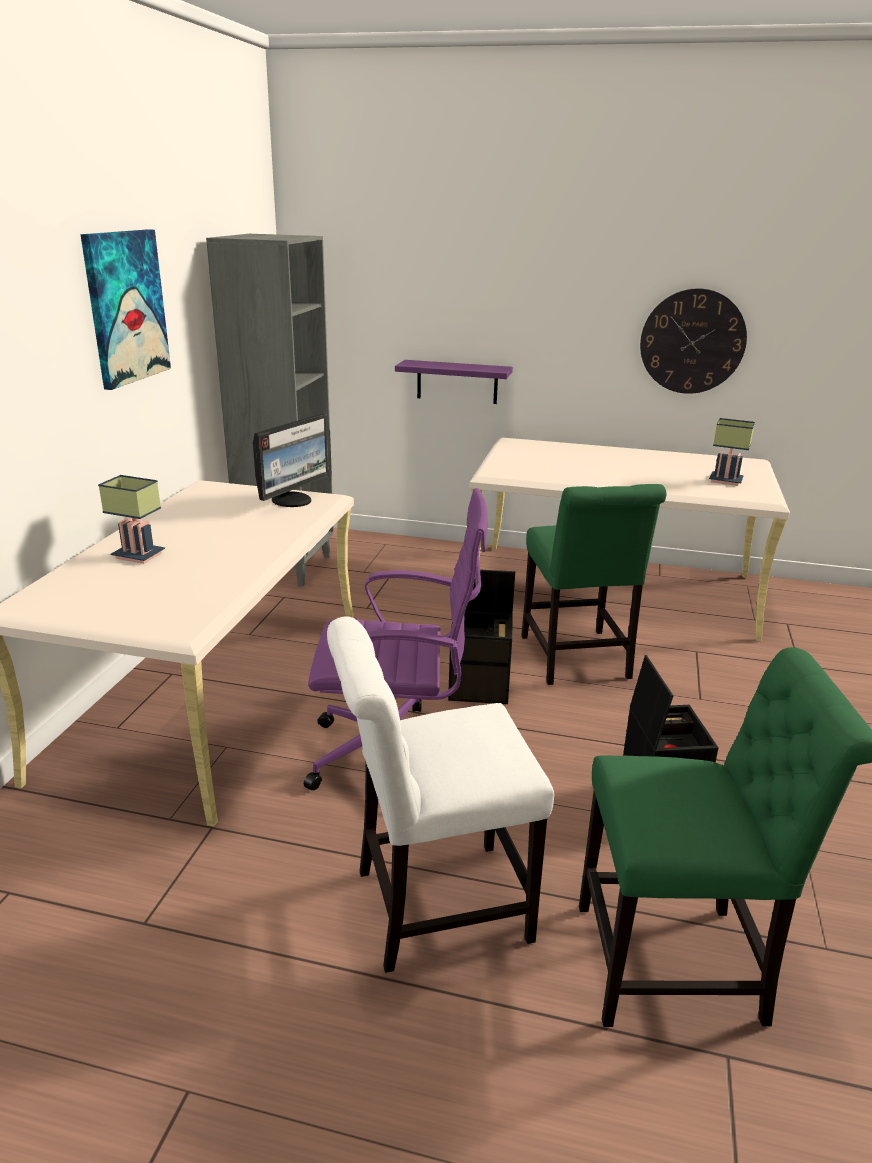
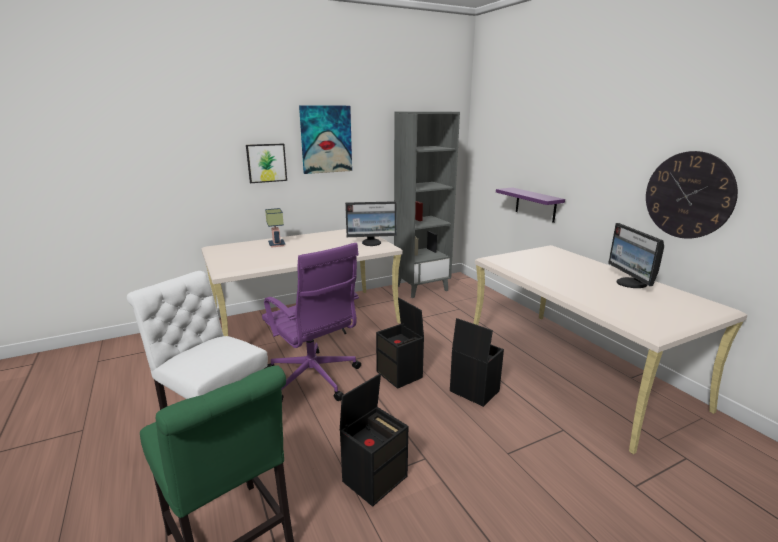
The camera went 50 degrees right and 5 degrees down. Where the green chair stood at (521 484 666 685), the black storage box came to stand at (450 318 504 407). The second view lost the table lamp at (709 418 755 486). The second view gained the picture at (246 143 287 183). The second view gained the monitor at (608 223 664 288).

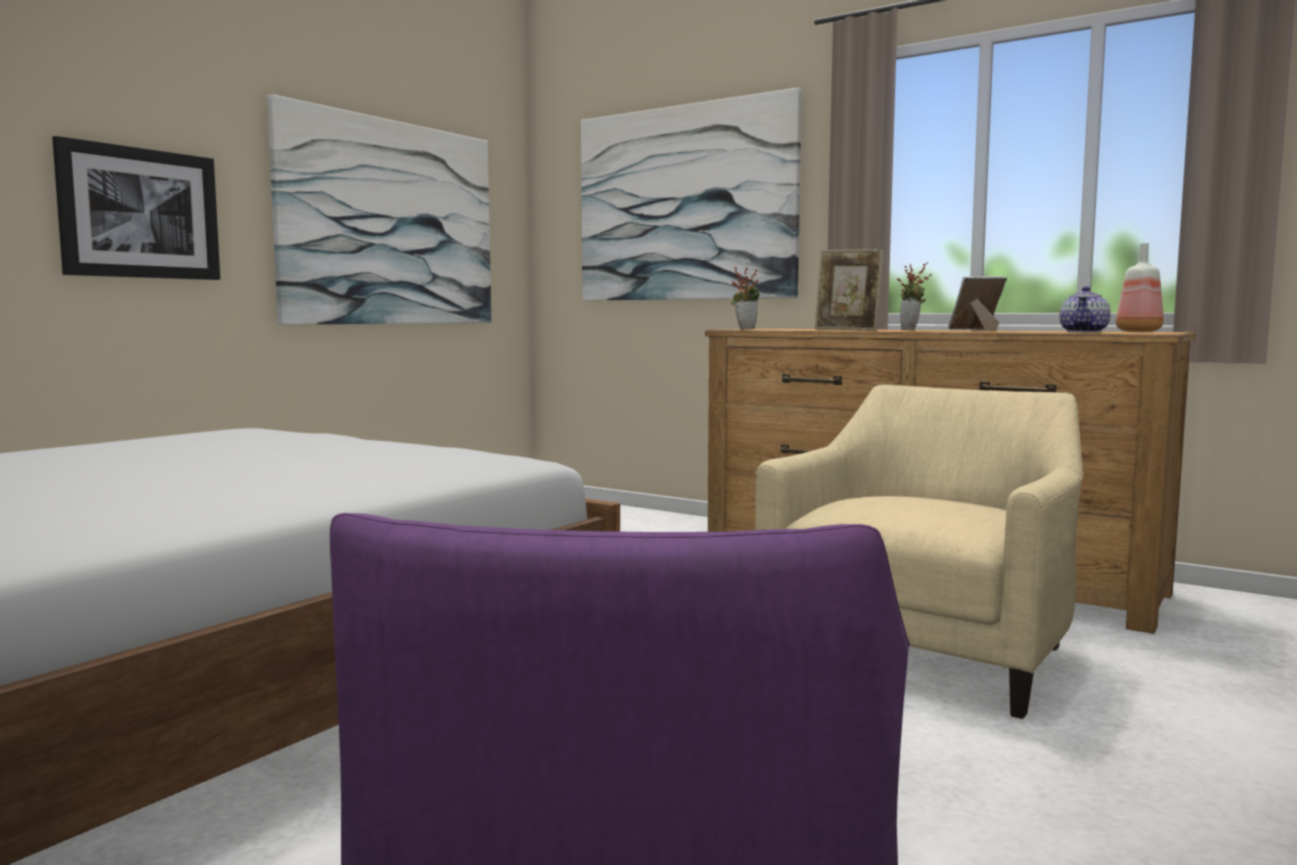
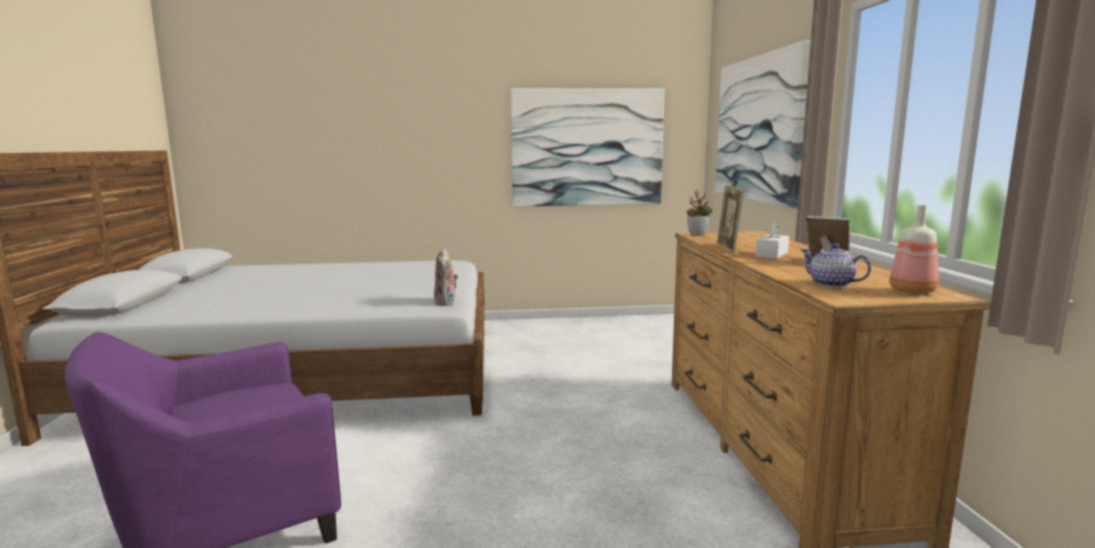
The camera went 50 degrees right and 5 degrees up. The second view lost the picture at (52 136 220 280). The second view lost the beige armchair at (755 384 1083 719). Where the potted plant stood at (897 263 932 330), the white tissue box came to stand at (755 221 789 259). The teapot at (1060 286 1111 332) ended up facing another way, 60 degrees clockwise from before. The second view gained the plush toy at (434 248 458 306).

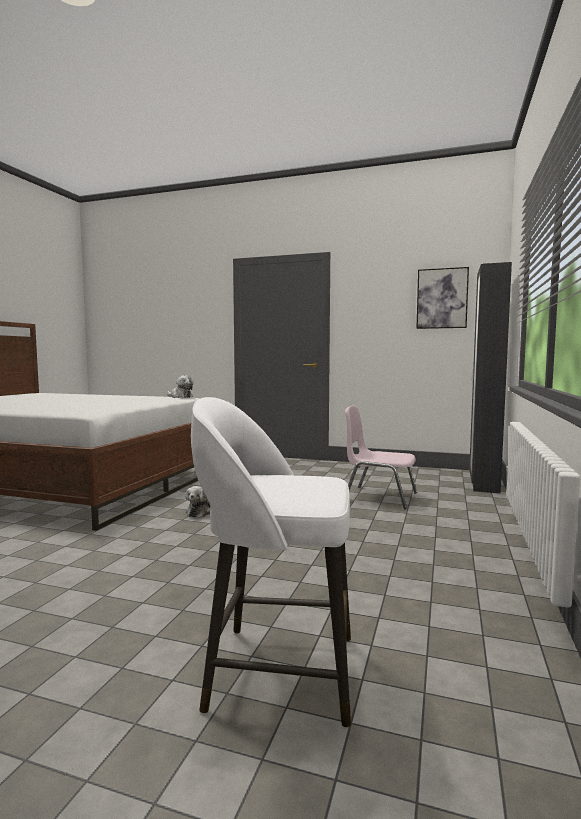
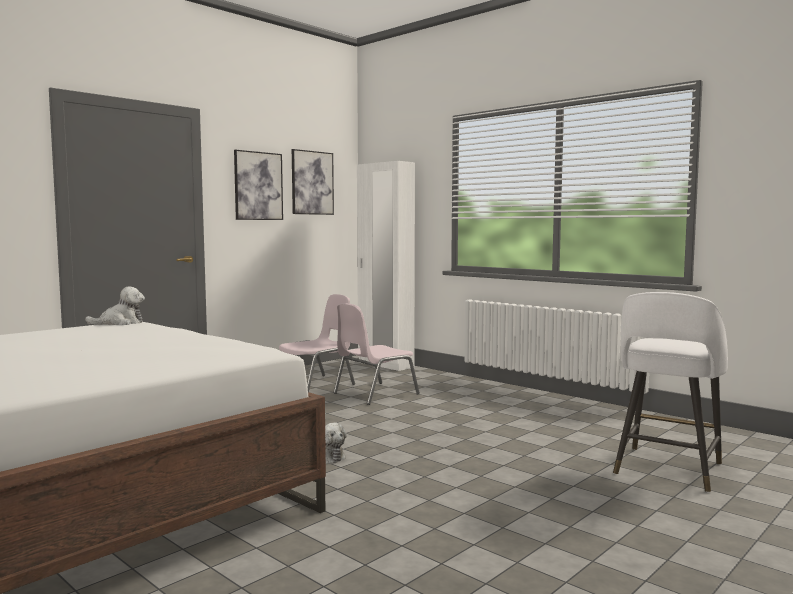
The camera went 65 degrees left and 0 degrees up. What was the black wardrobe at (469 262 512 493) turned into the white wardrobe at (357 161 415 371). The second view gained the picture at (234 150 283 220). The second view gained the pink chair at (279 294 355 392).

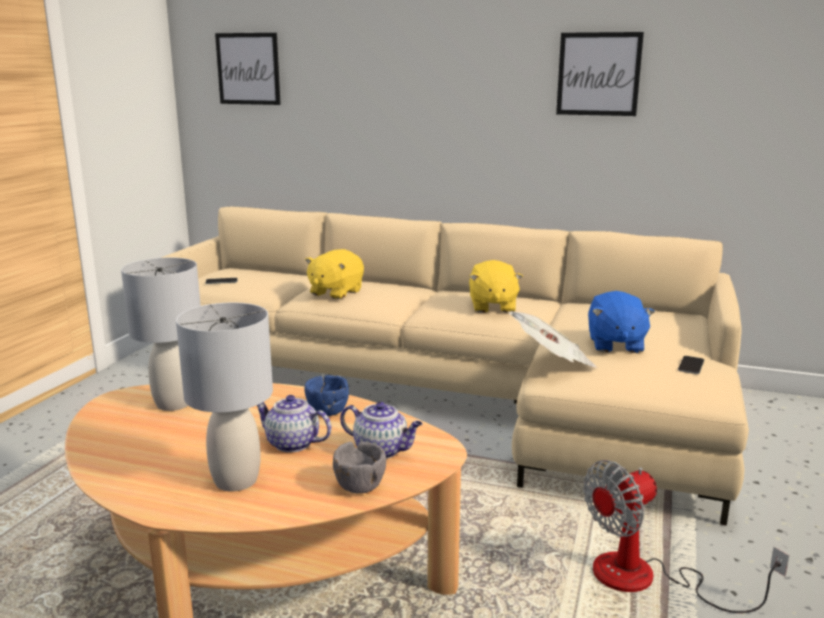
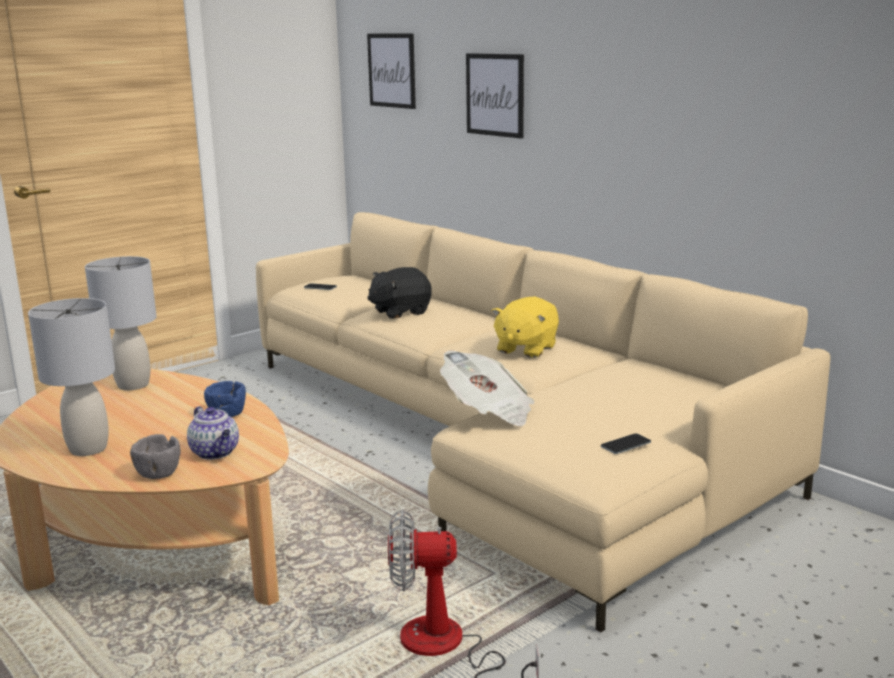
The camera went 30 degrees right and 0 degrees up. The second view lost the teapot at (257 395 331 453). What was the yellow plush toy at (305 249 364 299) turned into the black plush toy at (367 267 432 319). The picture ended up elsewhere, having gone from (556 32 644 116) to (466 53 524 139). The second view lost the blue plush toy at (588 291 655 353).

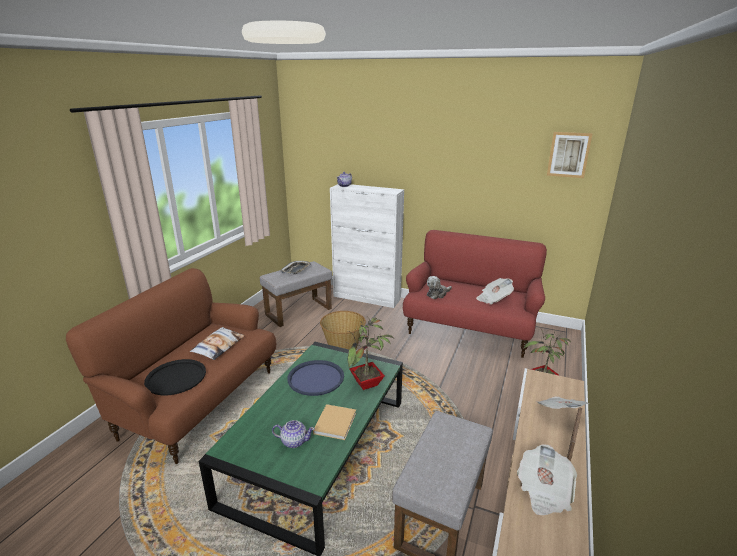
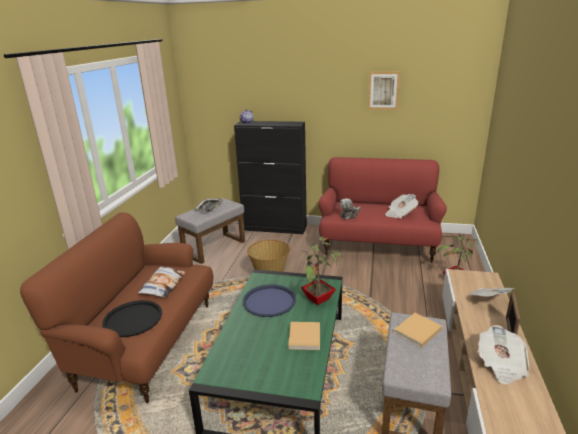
The camera went 10 degrees left and 0 degrees up. The second view lost the teapot at (272 420 315 448). What was the white cabinet at (330 184 404 308) turned into the black cabinet at (234 121 307 234). The picture ended up elsewhere, having gone from (547 132 592 178) to (368 72 400 110). The second view gained the beige book at (394 313 442 348).

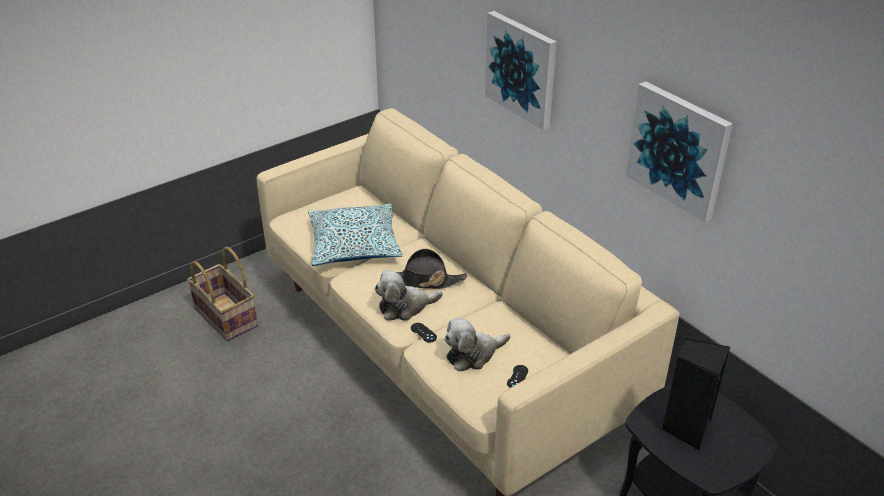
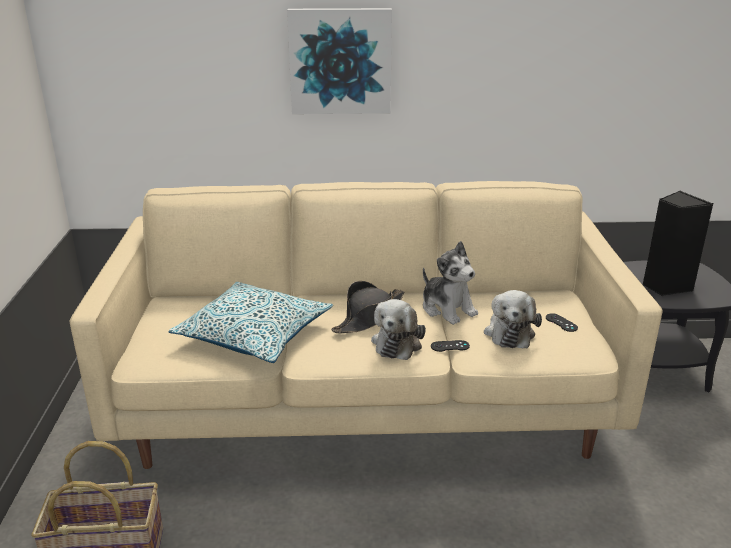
The camera went 55 degrees left and 10 degrees down. The second view lost the picture at (626 81 733 222). The second view gained the plush toy at (423 241 478 325).

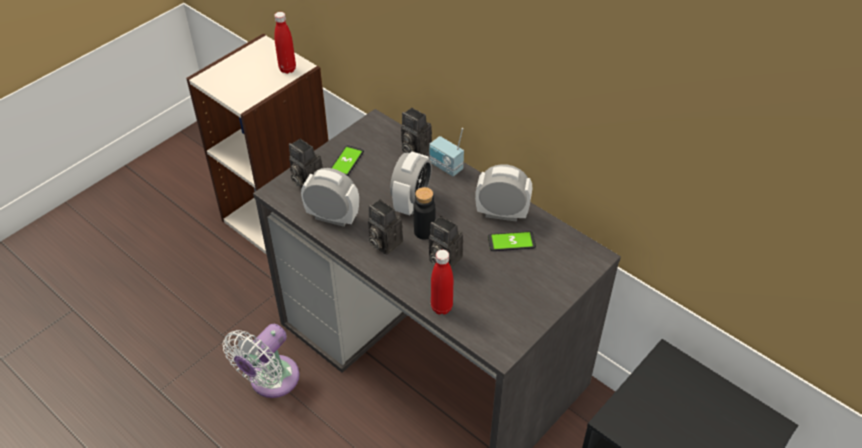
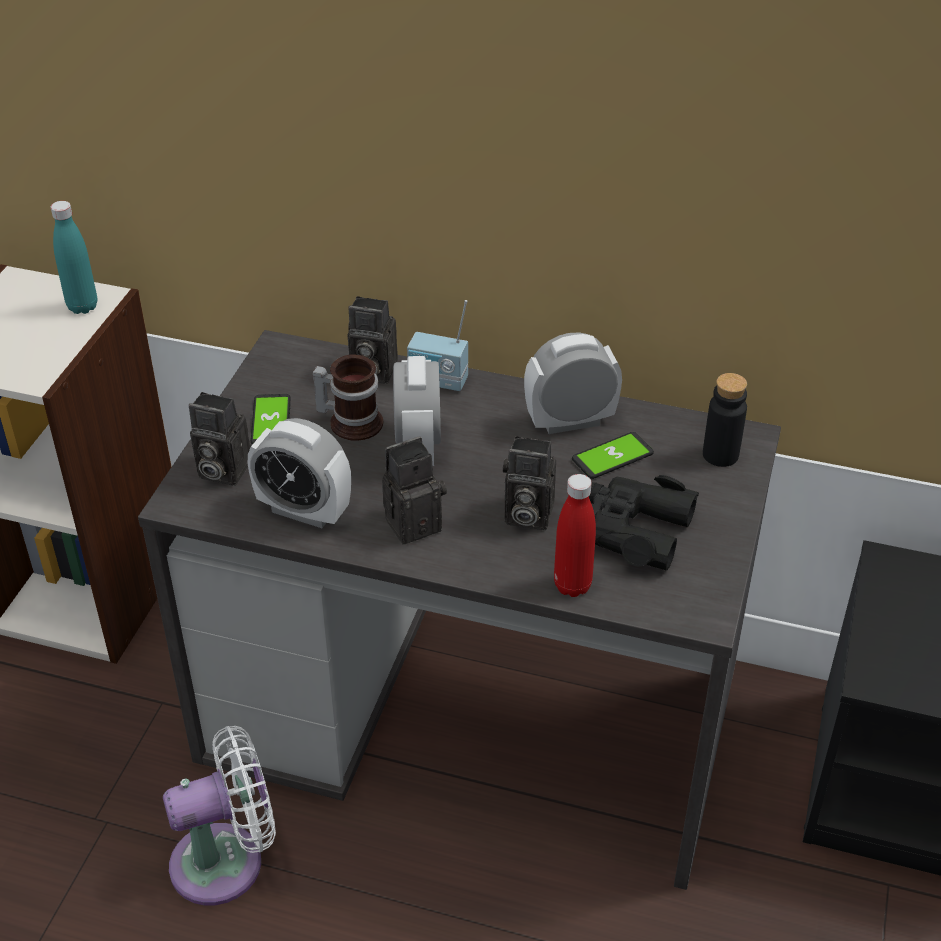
The camera went 25 degrees left and 5 degrees down. The white fan at (223 324 300 398) ended up facing another way, 120 degrees counterclockwise from before. What was the red bottle at (274 12 296 74) turned into the turquoise bottle at (51 201 97 314). The alarm clock at (301 168 359 227) ended up facing another way, 150 degrees counterclockwise from before. The photo camera at (368 199 403 255) ended up facing another way, 135 degrees clockwise from before. The black bottle ended up elsewhere, having gone from (413 187 435 240) to (703 373 747 467). The second view gained the mug at (313 354 383 441). The second view gained the black binoculars at (589 475 699 571).

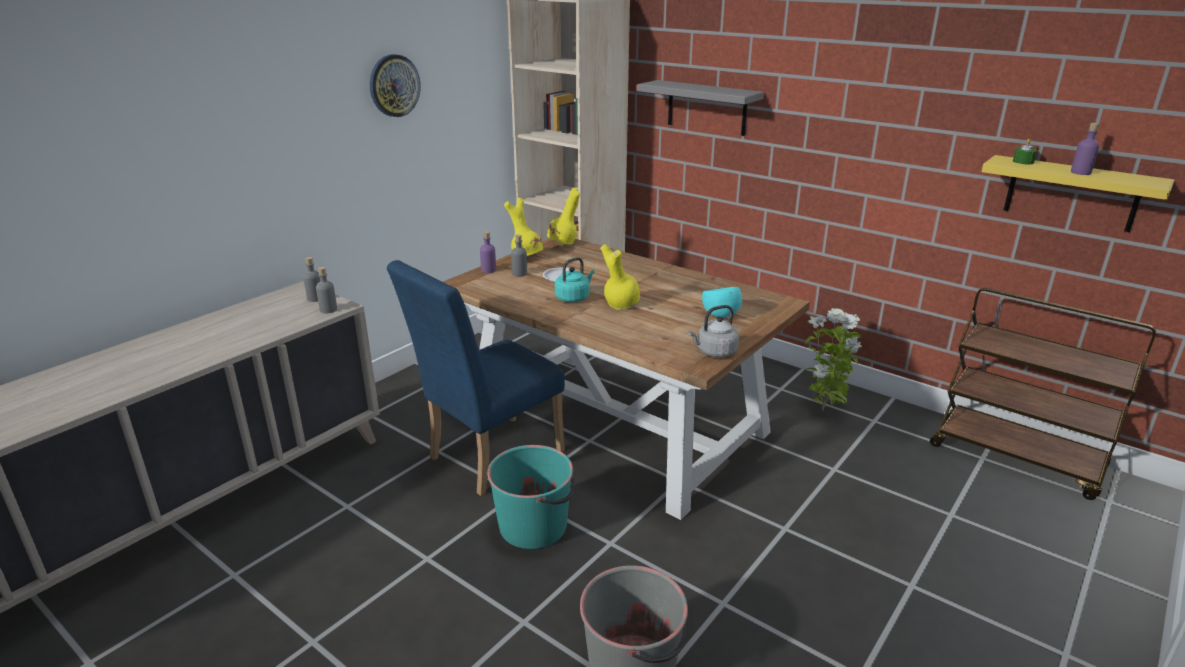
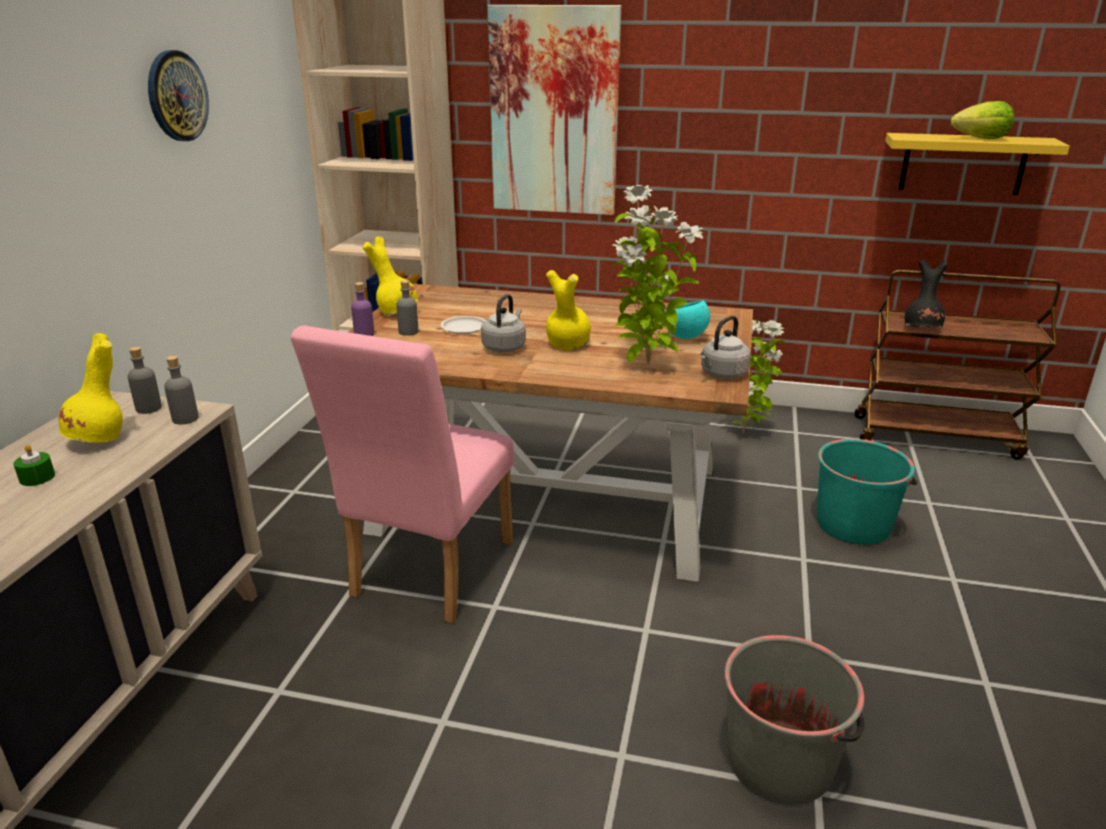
The camera went 25 degrees left and 0 degrees up. What was the blue chair at (387 260 565 496) turned into the pink chair at (291 325 514 624). The turquoise bucket ended up elsewhere, having gone from (487 445 575 549) to (817 439 917 545). The yellow vase ended up elsewhere, having gone from (547 188 580 245) to (59 333 123 443). What was the turquoise kettle at (555 257 595 302) turned into the grey kettle at (481 294 526 352). Where the grey shelf hung at (637 80 764 136), the picture came to hang at (488 5 621 215). The green candle ended up elsewhere, having gone from (1013 139 1037 164) to (13 445 55 486). Where the purple bottle stood at (1071 123 1099 175), the lettuce came to stand at (950 101 1014 139). The second view gained the potted plant at (612 185 703 365). The second view gained the black vase at (905 260 948 327).

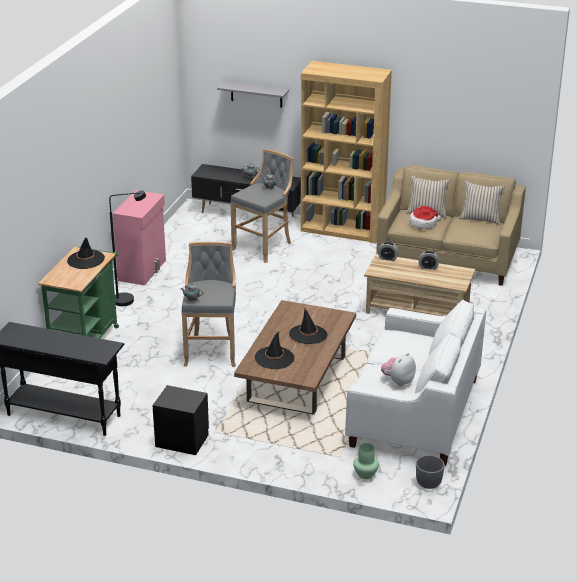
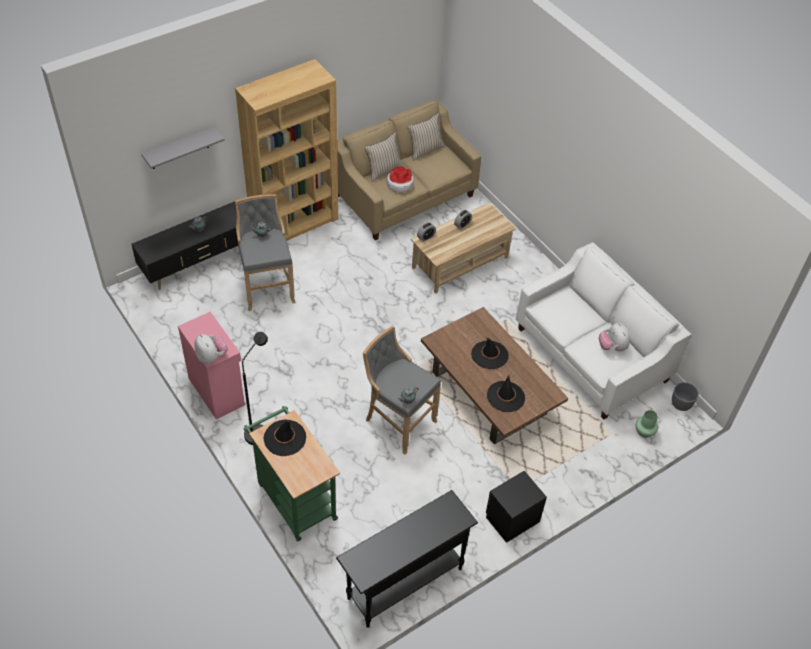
The camera went 55 degrees left and 20 degrees up. The second view gained the plush toy at (195 334 228 364).

